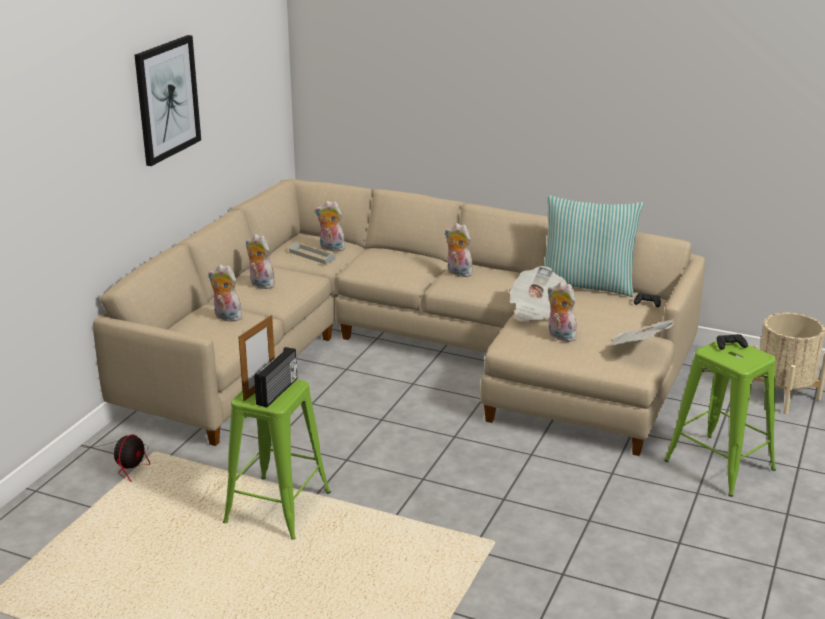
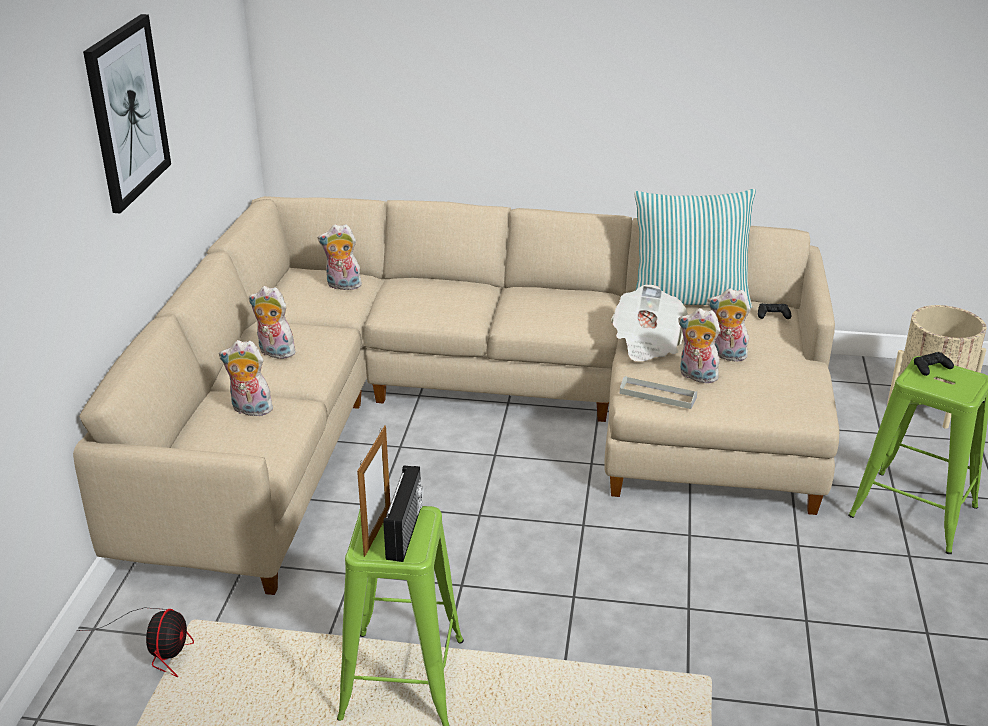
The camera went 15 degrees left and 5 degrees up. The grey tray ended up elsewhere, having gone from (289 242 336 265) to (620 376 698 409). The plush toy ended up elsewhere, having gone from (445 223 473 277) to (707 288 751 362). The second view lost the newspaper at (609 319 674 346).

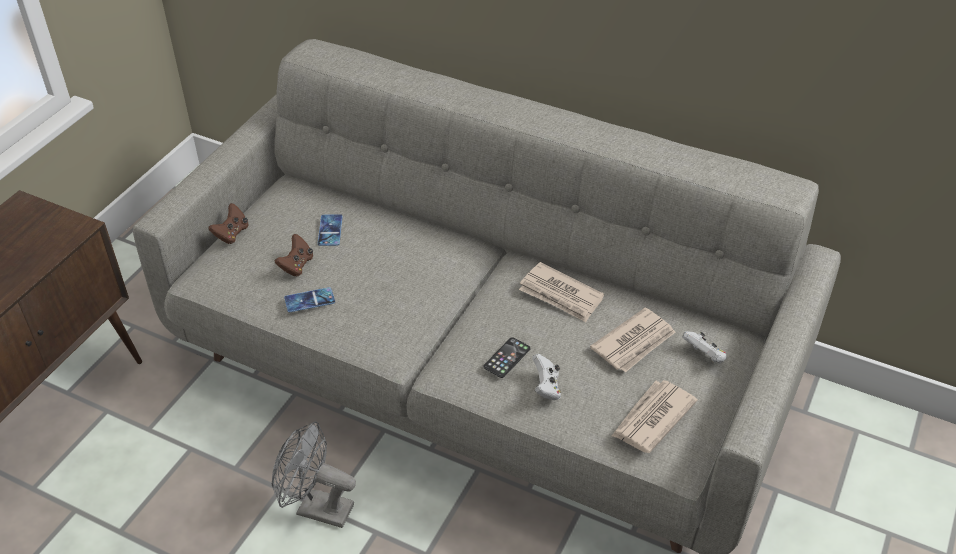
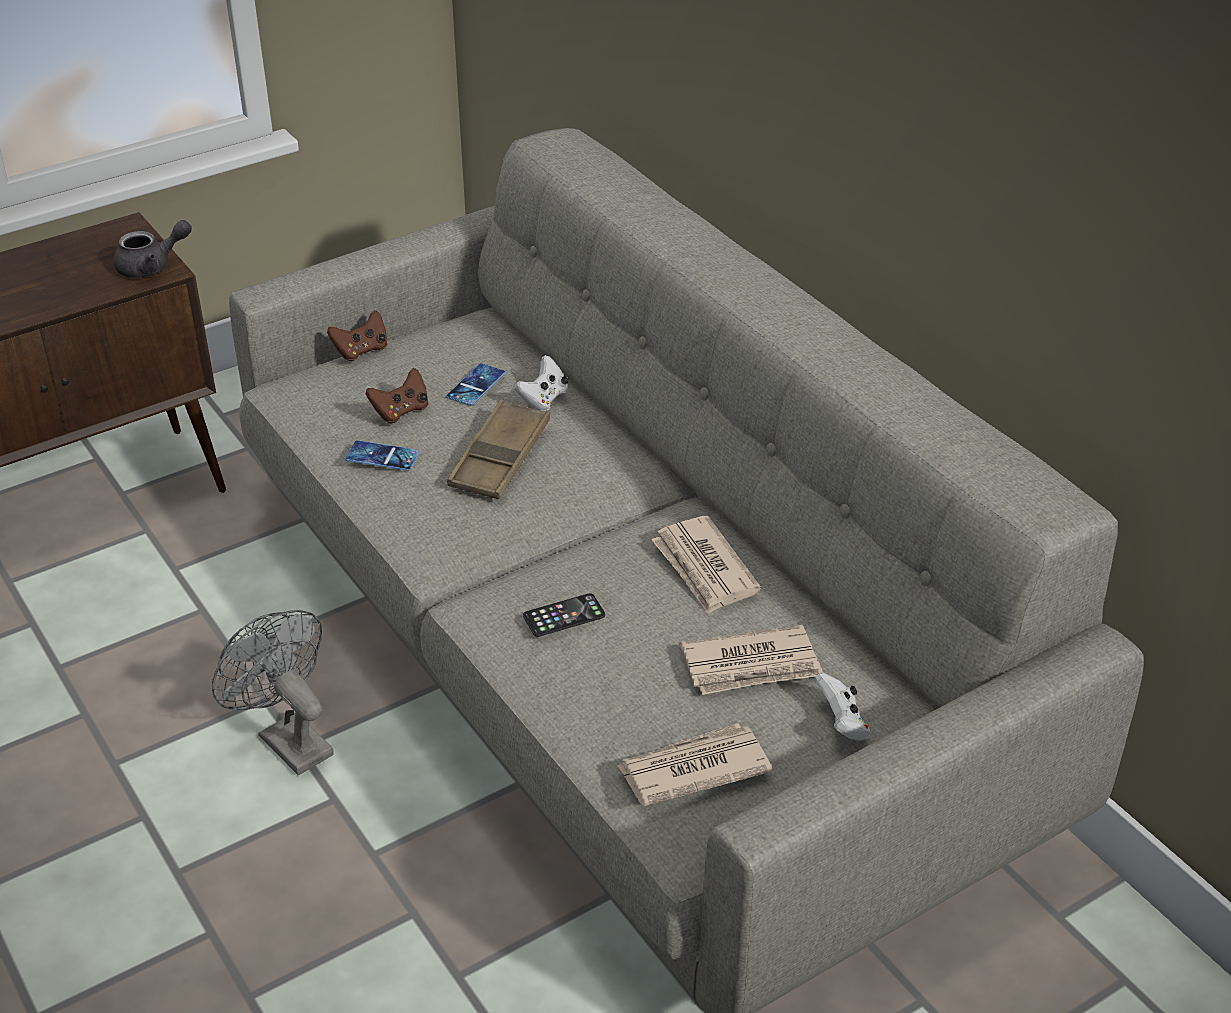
The camera went 30 degrees right and 5 degrees down. The white game controller ended up elsewhere, having gone from (532 354 561 400) to (514 355 568 412). The second view gained the grey teapot at (113 220 192 278). The second view gained the brown tray at (447 400 550 499).

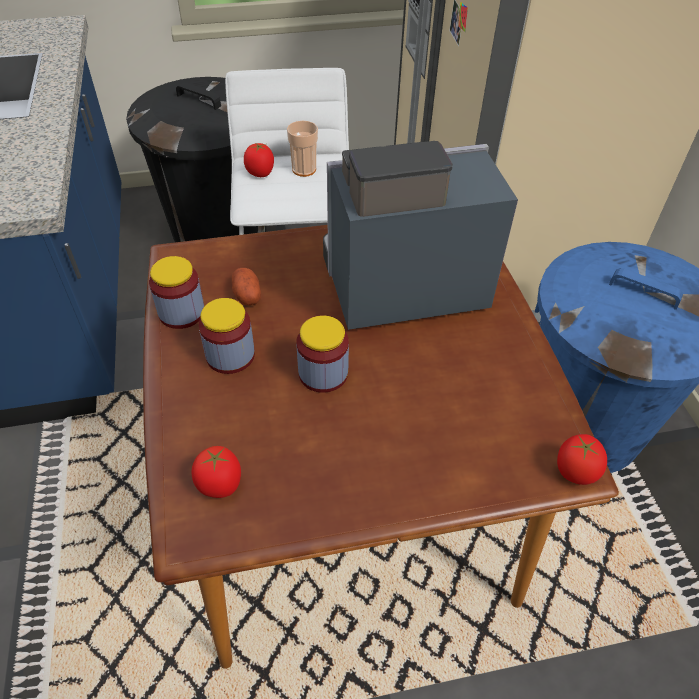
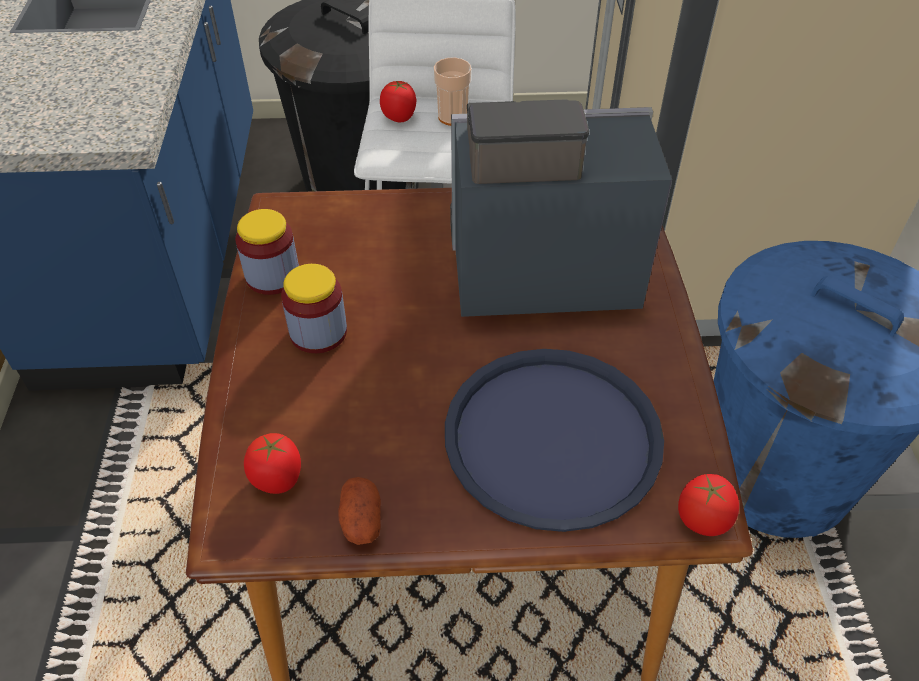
The camera went 10 degrees right and 0 degrees up. The potato ended up elsewhere, having gone from (232 268 261 306) to (338 477 381 545). The second view lost the jar at (297 315 349 393). The second view gained the blue tray at (445 349 664 532).

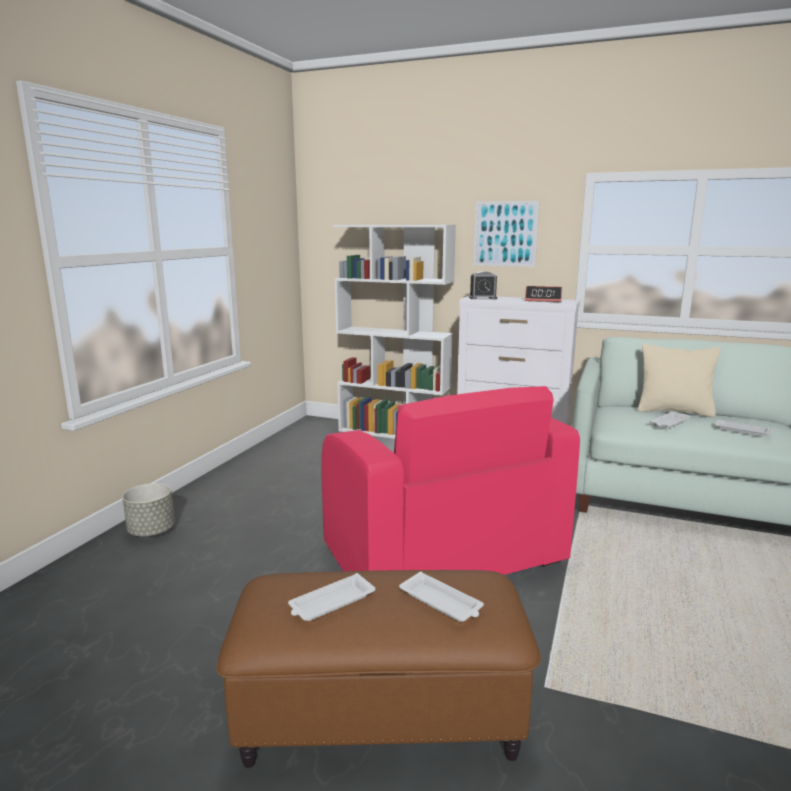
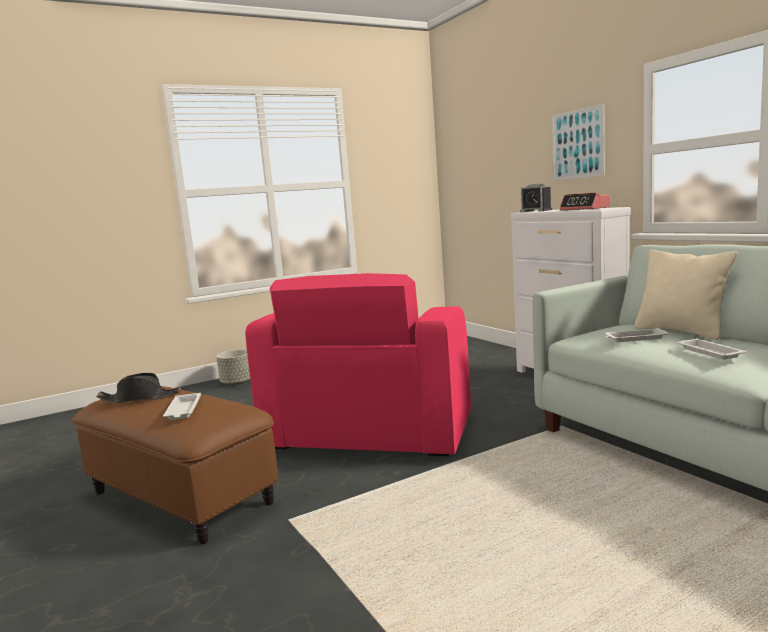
The camera went 40 degrees right and 5 degrees down. Where the white tray stood at (288 573 376 621), the black hat came to stand at (96 373 181 403). The second view lost the white bookcase at (333 225 456 439).

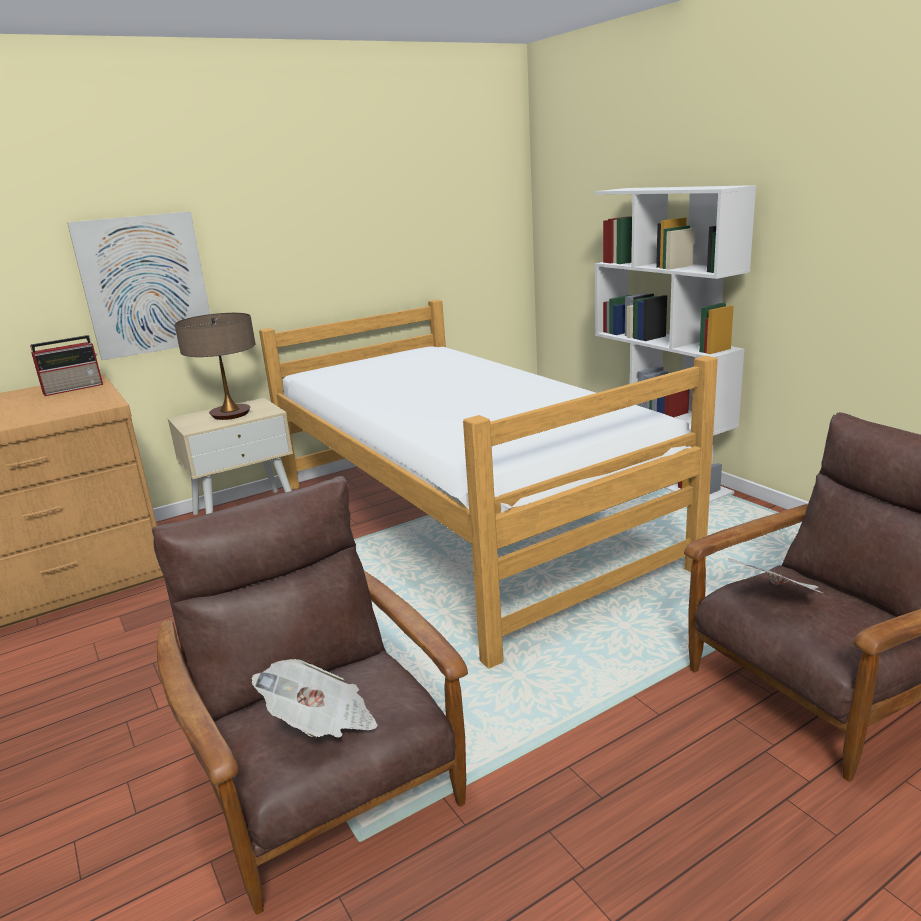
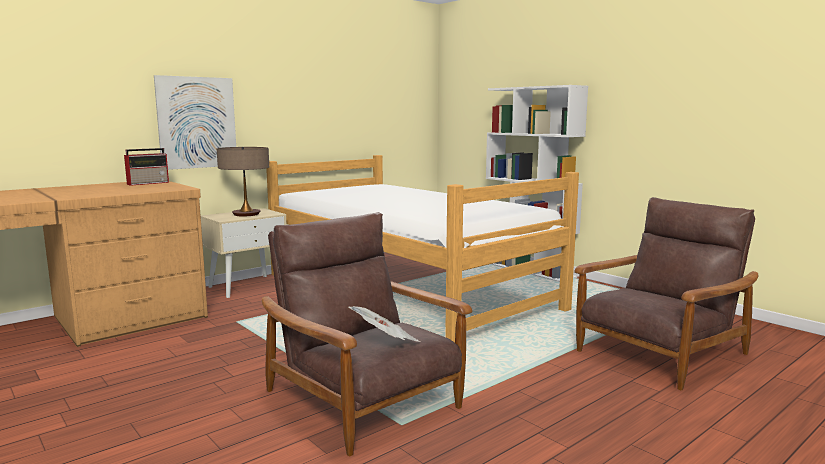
The camera went 10 degrees left and 10 degrees down. The second view lost the newspaper at (728 558 823 593).

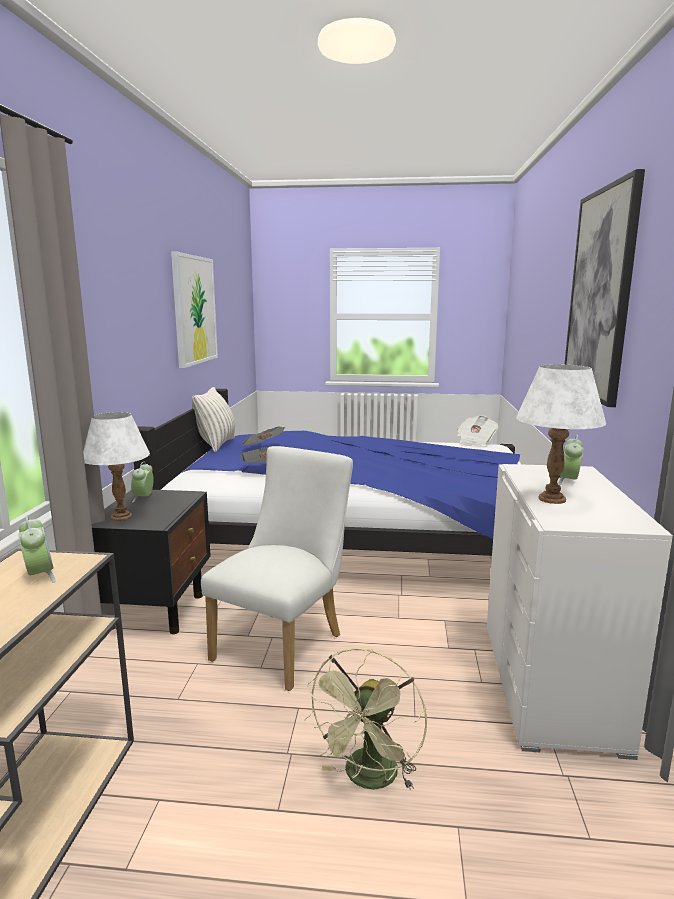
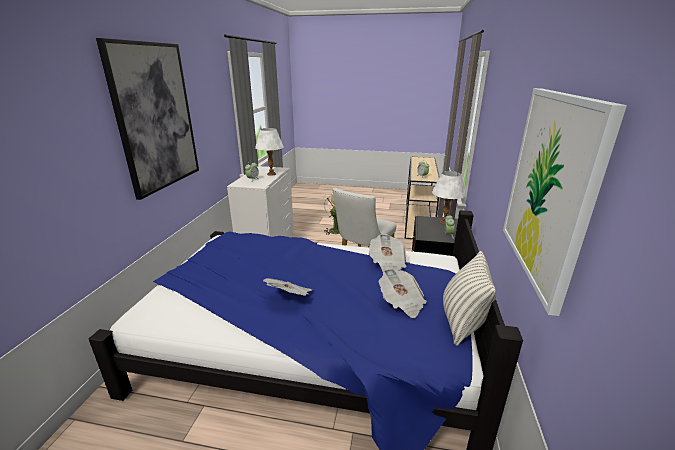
The camera went 175 degrees left and 10 degrees up. The newspaper ended up elsewhere, having gone from (457 415 499 446) to (263 278 312 296).

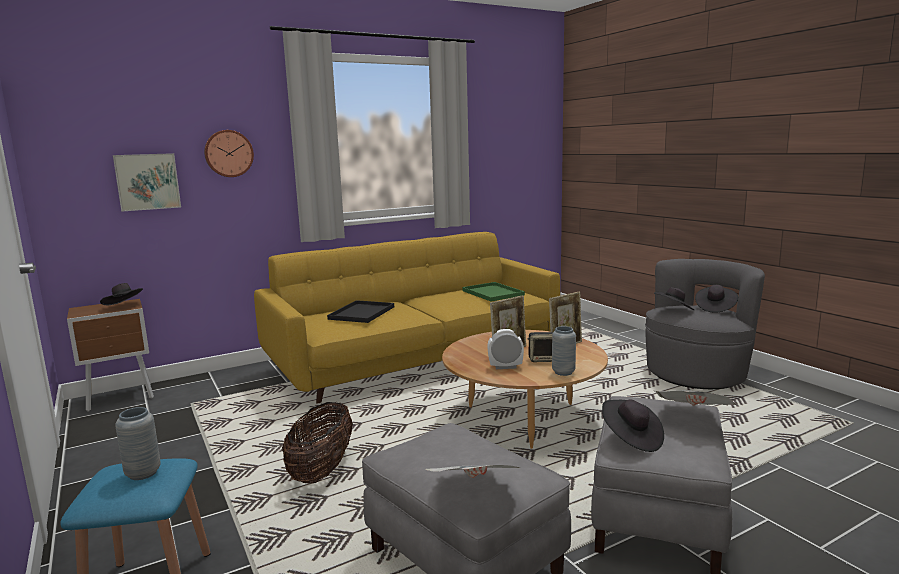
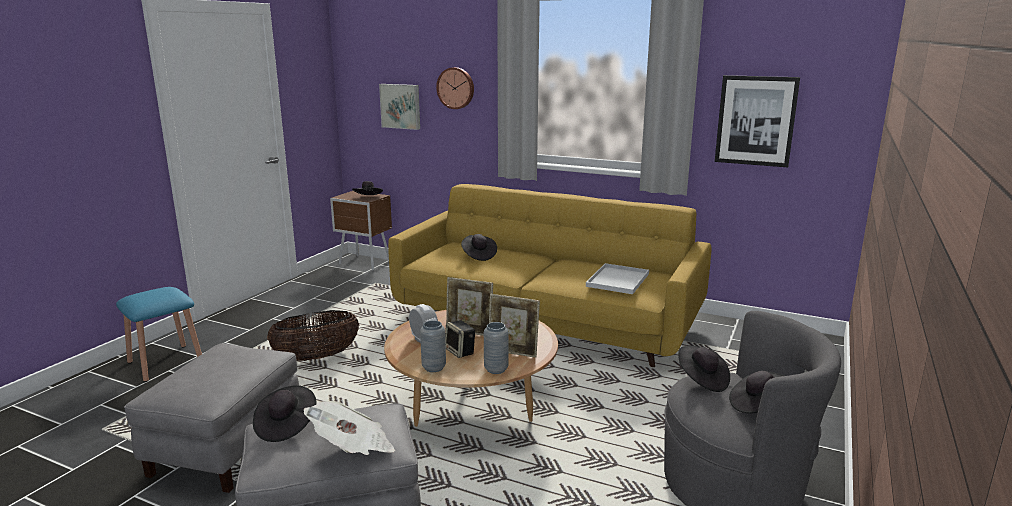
The camera went 55 degrees right and 5 degrees up. The grey vase ended up elsewhere, having gone from (115 407 161 480) to (484 322 509 374). Where the black tray stood at (327 300 394 323), the black hat came to stand at (461 234 497 261). The second view lost the newspaper at (425 465 520 478). What was the green tray at (462 282 525 301) turned into the white tray at (586 263 649 294). The second view gained the picture at (715 75 800 167).

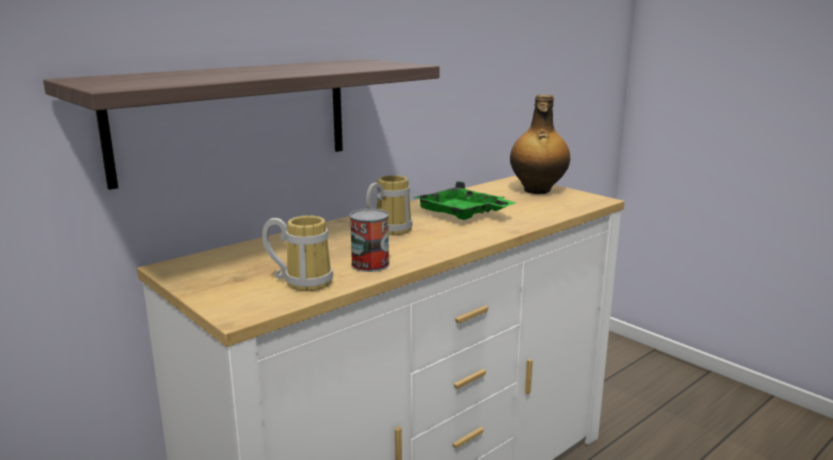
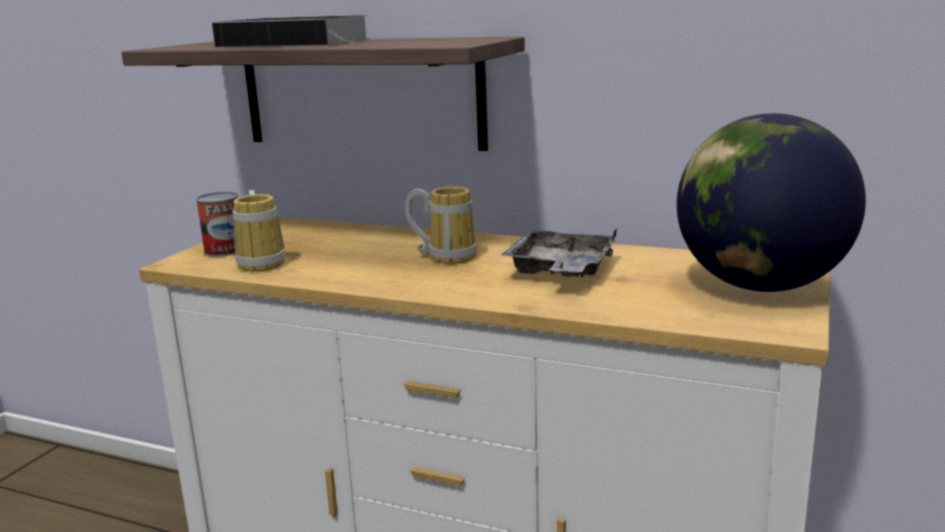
The camera went 65 degrees right and 0 degrees up. The can ended up elsewhere, having gone from (350 209 389 272) to (196 192 238 257). What was the green tray at (413 181 517 220) turned into the grey tray at (502 229 617 278). Where the bottle stood at (510 95 570 194), the globe came to stand at (677 113 866 292). The second view gained the book at (212 15 370 47).

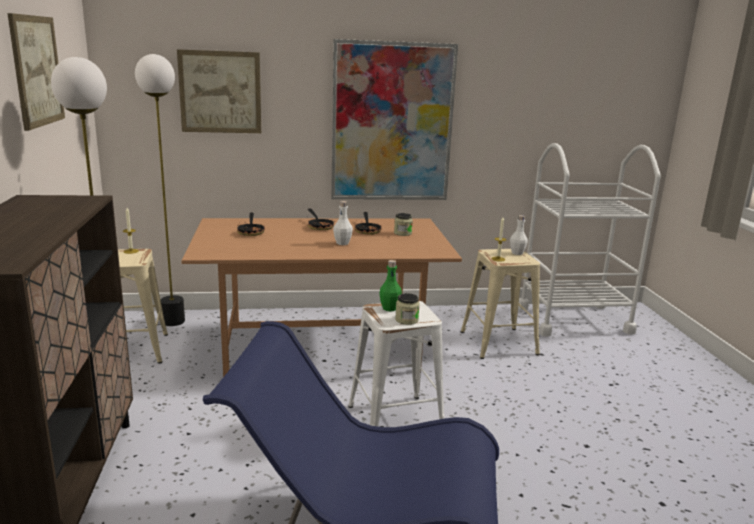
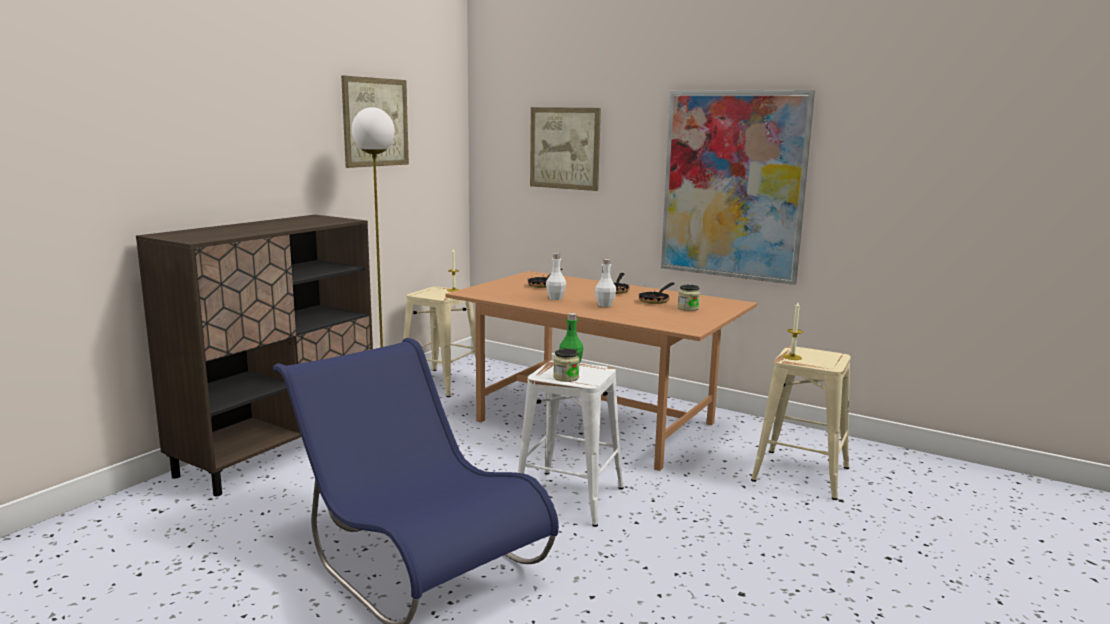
The camera went 40 degrees right and 5 degrees down. The second view lost the floor lamp at (135 54 185 326). The white bottle ended up elsewhere, having gone from (510 215 528 255) to (546 253 566 300). The second view lost the white cart at (518 143 661 337).

